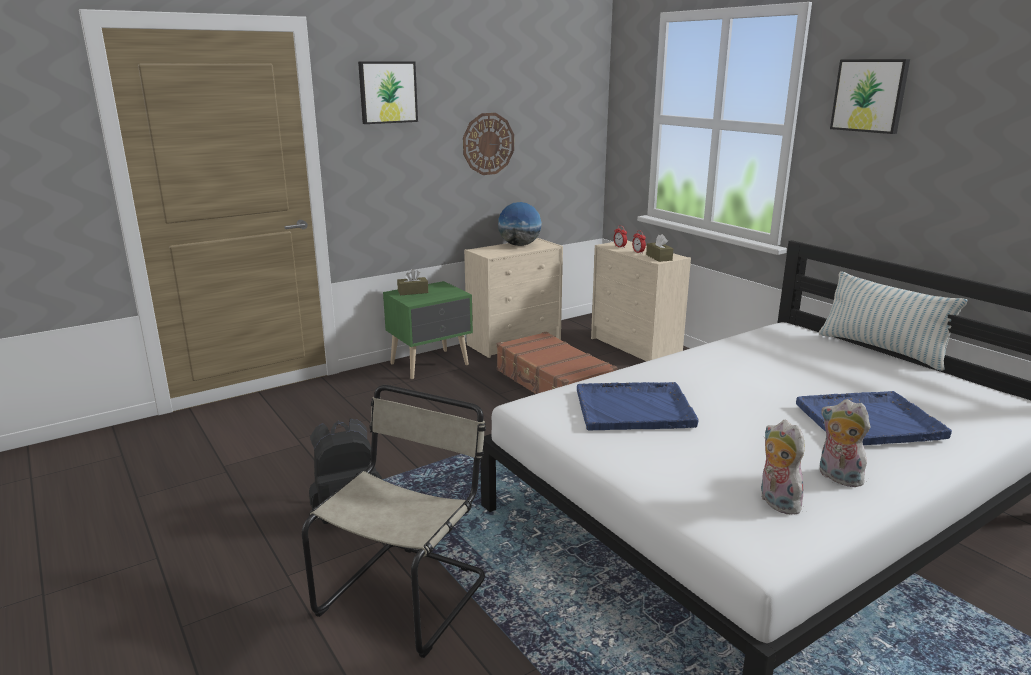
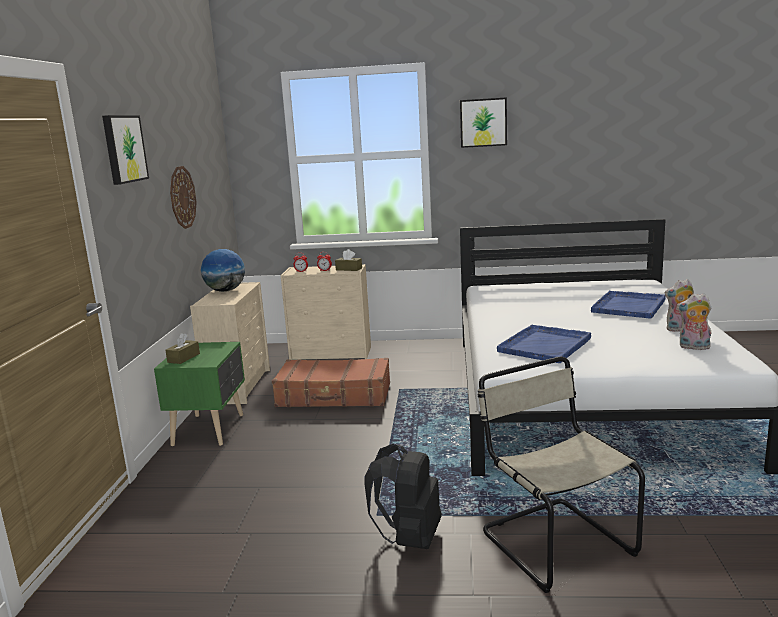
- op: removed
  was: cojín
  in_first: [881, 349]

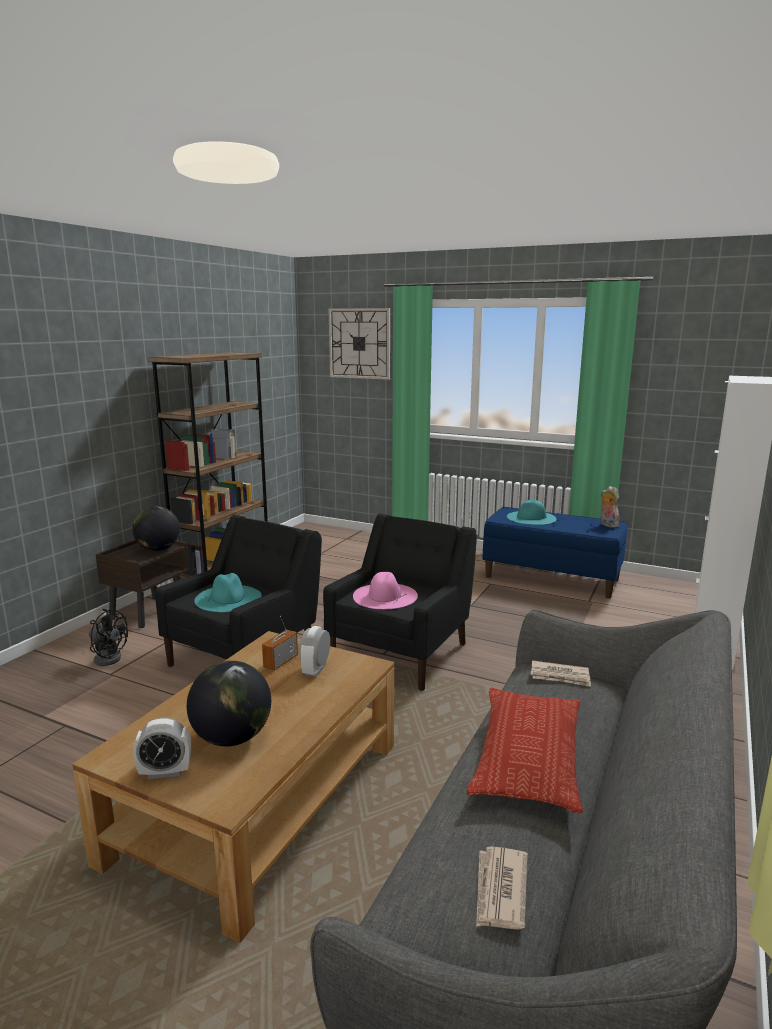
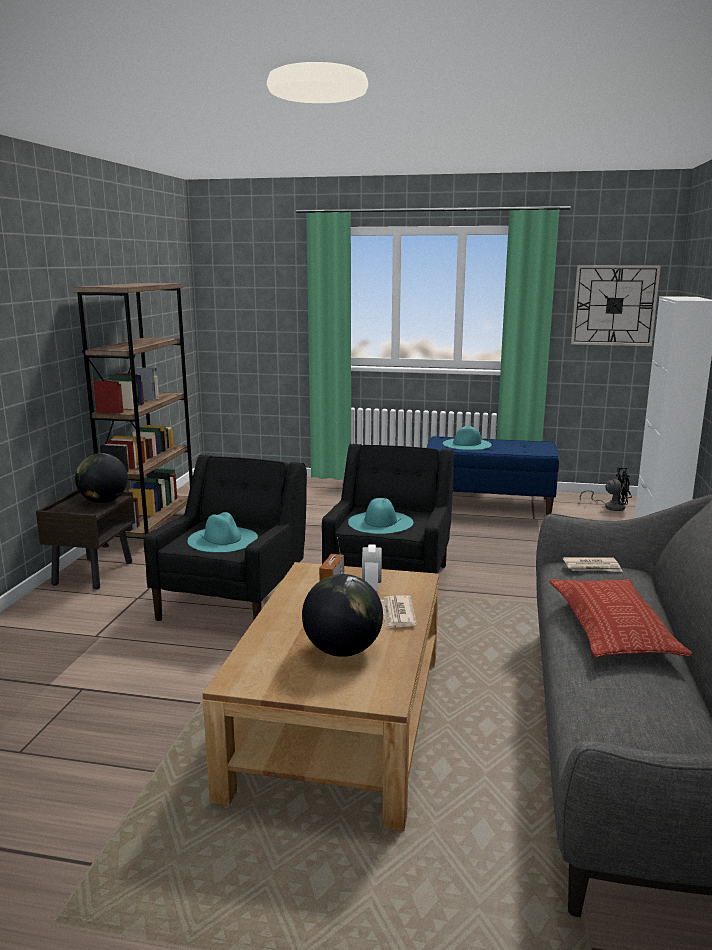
- op: removed
  was: despertador
  in_first: [165, 772]
- op: removed
  was: peluche
  in_first: [607, 525]
- op: moved
  was: ventilador/negro
  in_first: [108, 657]
  in_second: [610, 506]
- op: moved
  was: reloj de pared
  in_first: [359, 343]
  in_second: [614, 305]
- op: moved
  was: periódico
  in_first: [500, 890]
  in_second: [397, 614]
- op: recoloured
  was: sombrero/rosa
  now: sombrero/turquesa
  in_first: [385, 596]
  in_second: [380, 522]

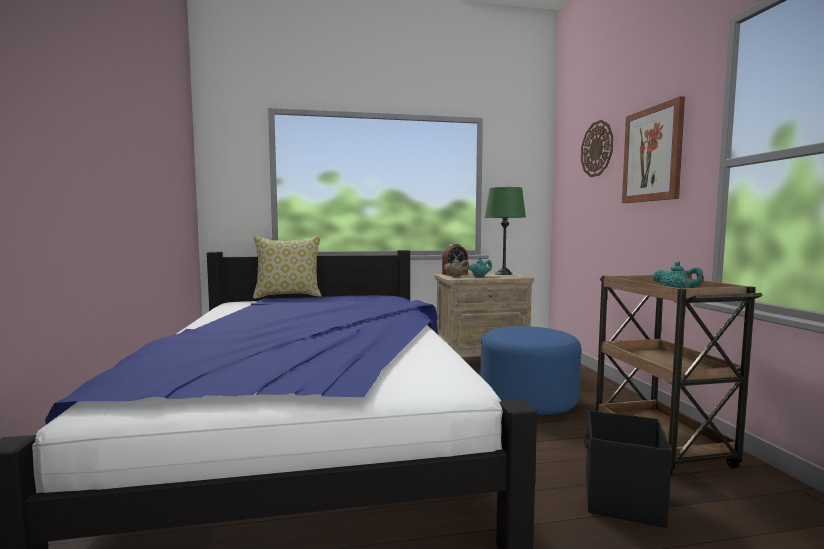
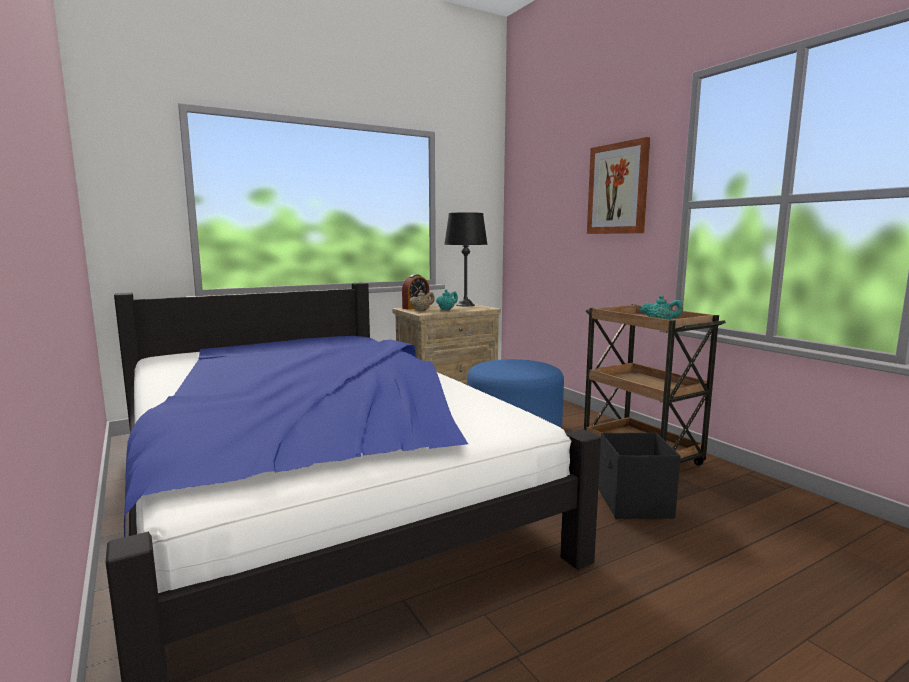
- op: removed
  was: cojín
  in_first: [288, 296]
- op: removed
  was: reloj de pared
  in_first: [597, 149]
- op: recoloured
  was: lámpara de mesa/verde
  now: lámpara de mesa/negro
  in_first: [503, 274]
  in_second: [465, 305]

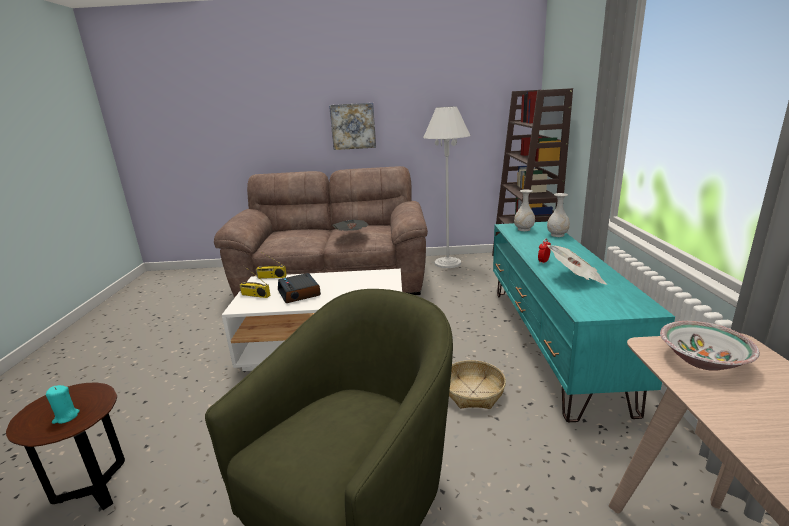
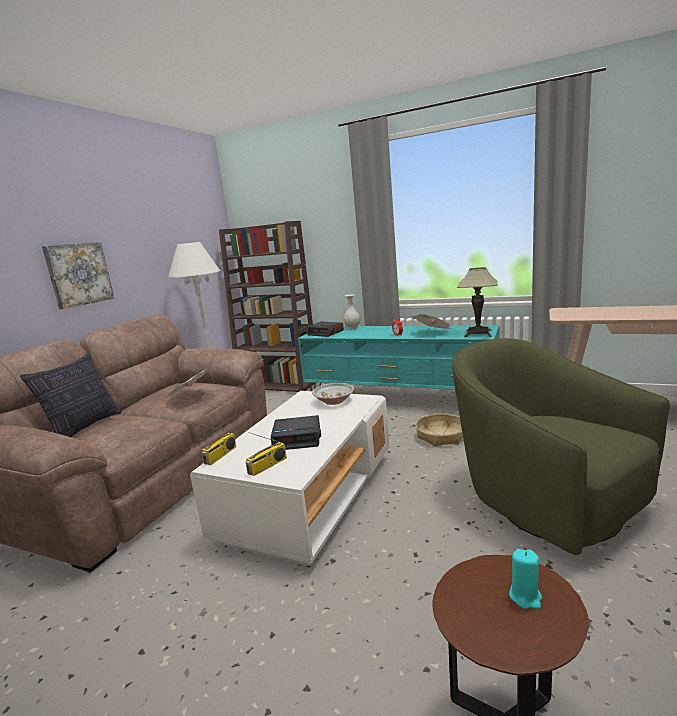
- op: added
  now: cojín
  in_second: [85, 428]
- op: added
  now: lámpara de mesa
  in_second: [478, 333]
- op: moved
  was: cuenco
  in_first: [703, 359]
  in_second: [334, 401]
- op: replaced
  was: florero/blanco
  now: despertador
  in_first: [524, 229]
  in_second: [326, 333]

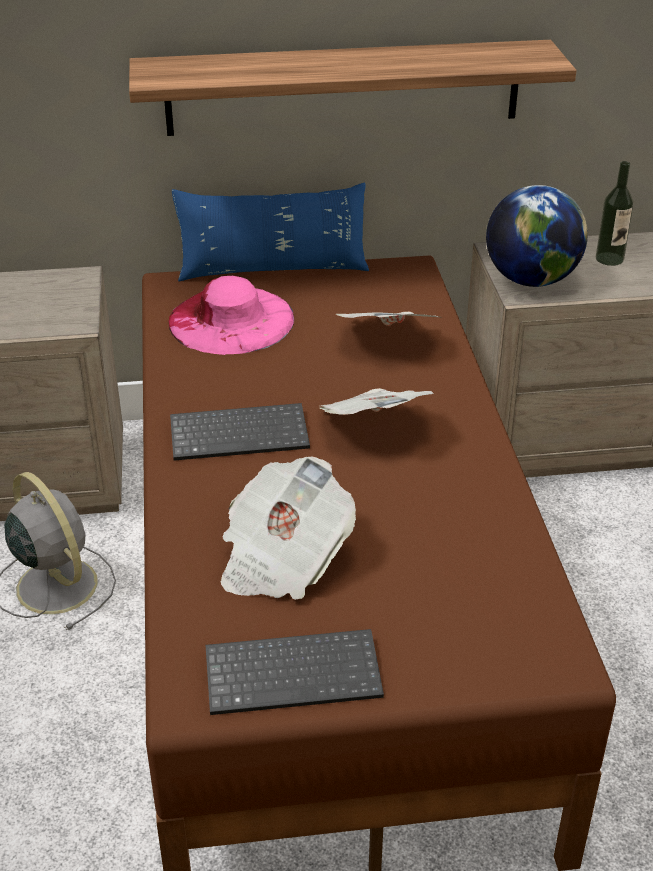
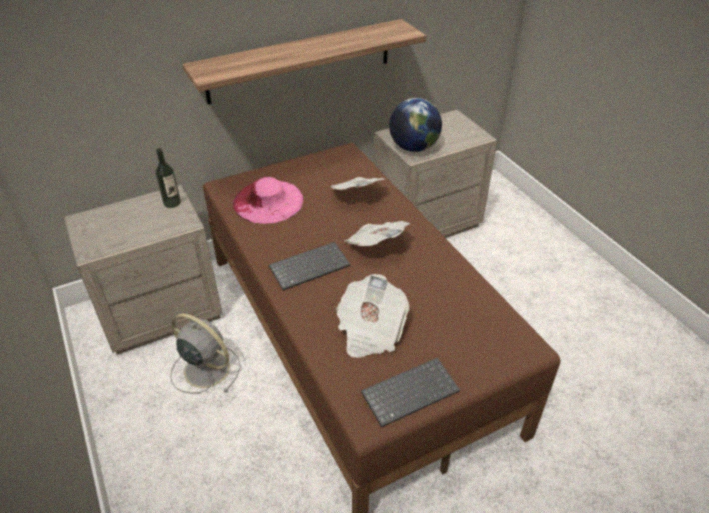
- op: removed
  was: cojín/azul
  in_first: [273, 270]
- op: moved
  was: botella
  in_first: [609, 259]
  in_second: [172, 203]

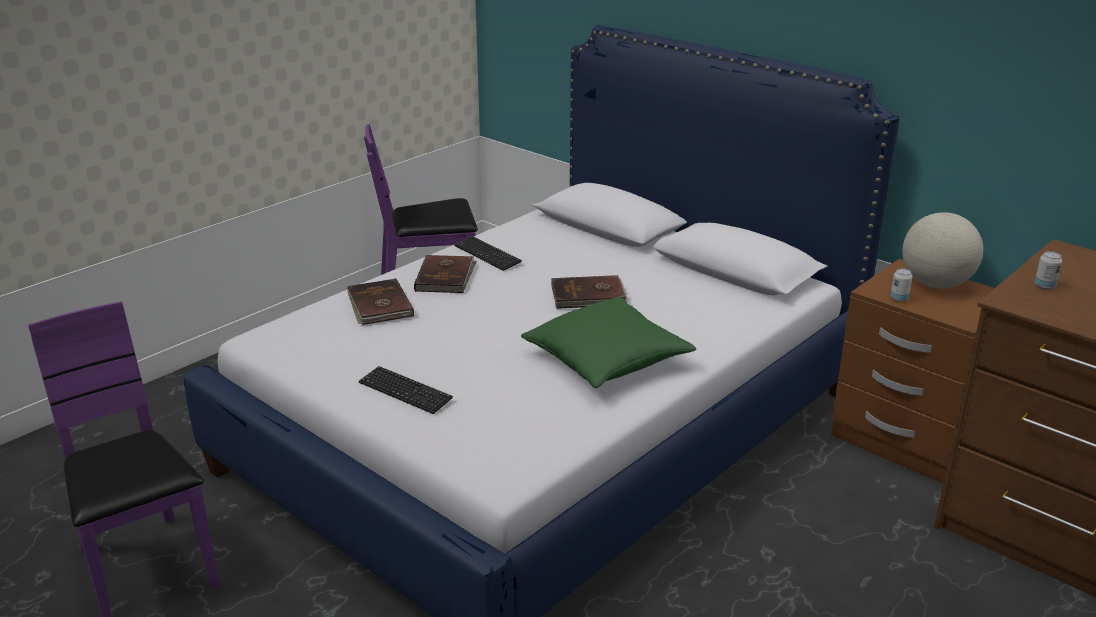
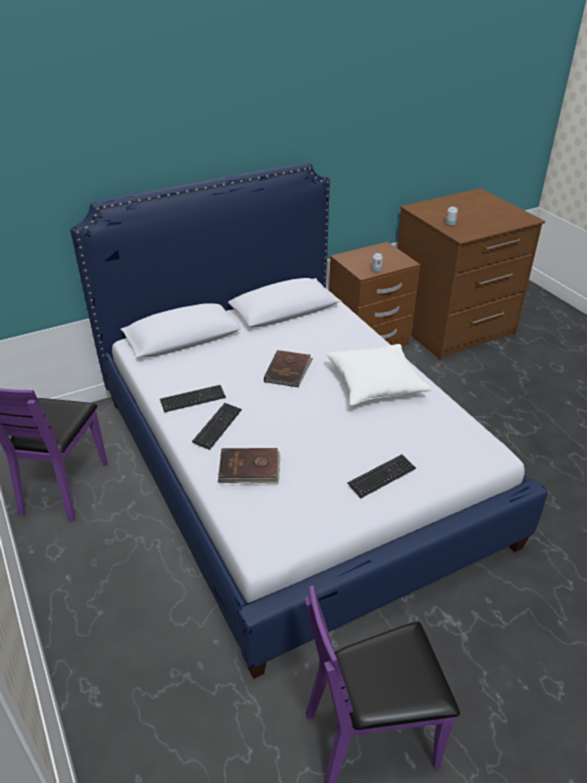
- op: removed
  was: globo terráqueo
  in_first: [936, 284]
- op: replaced
  was: libro/marrón
  now: teclado
  in_first: [445, 277]
  in_second: [217, 427]
- op: recoloured
  was: cojín/verde
  now: cojín/blanco
  in_first: [607, 360]
  in_second: [375, 384]

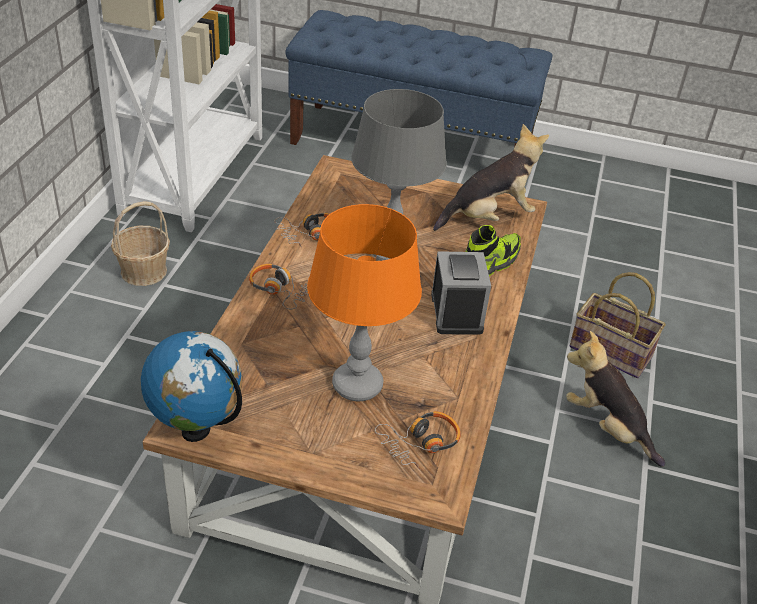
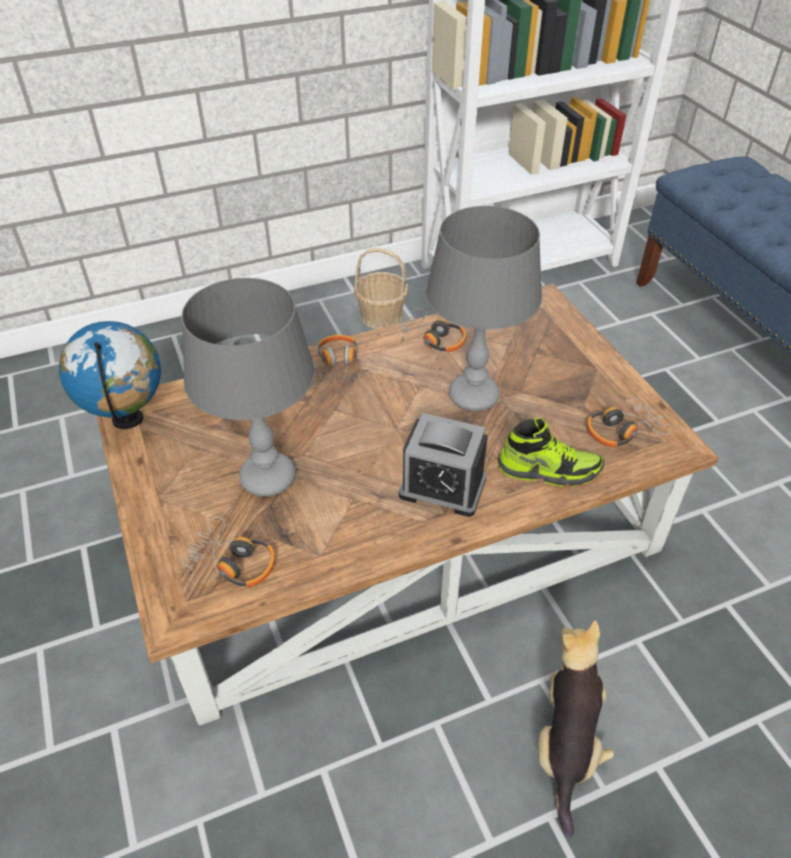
- op: removed
  was: cesta
  in_first: [613, 352]
- op: replaced
  was: peluche
  now: auriculares
  in_first: [489, 217]
  in_second: [622, 429]
- op: recoloured
  was: lámpara de mesa/naranja
  now: lámpara de mesa/gris
  in_first: [358, 385]
  in_second: [268, 478]
- op: turned
  was: despertador
  in_first: [456, 312]
  in_second: [442, 487]
  clockwise: 60

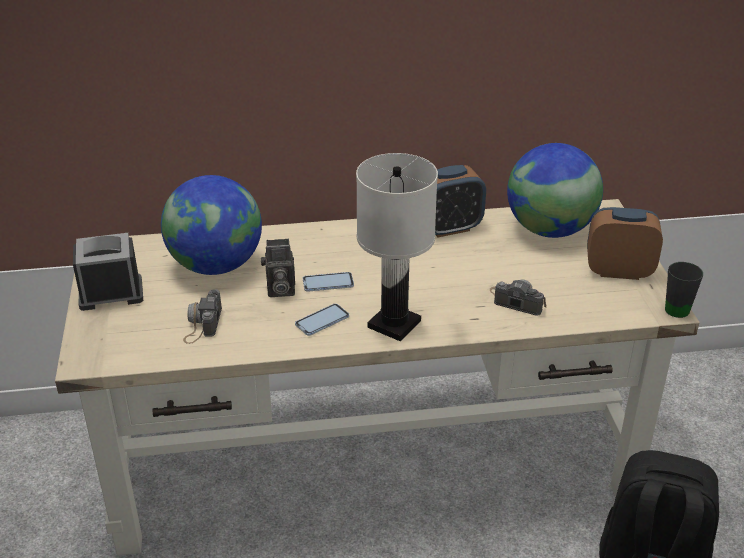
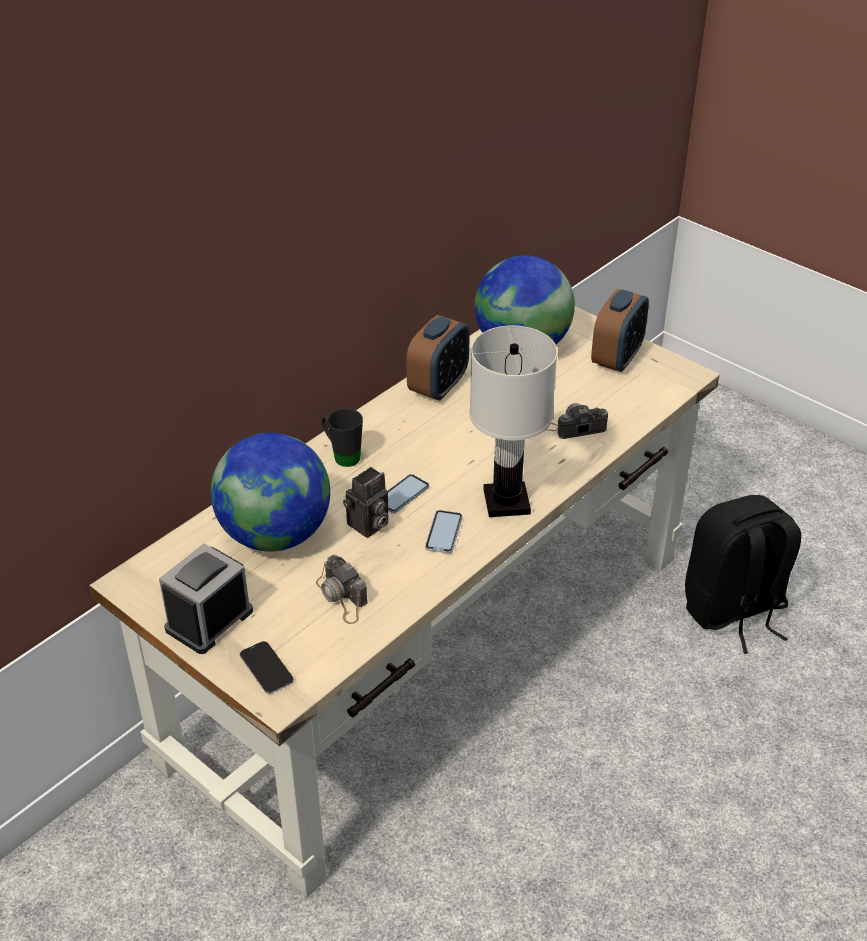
- op: added
  now: móvil
  in_second: [266, 668]
- op: moved
  was: taza grande/negro
  in_first: [674, 306]
  in_second: [342, 455]
- op: turned
  was: despertador
  in_first: [618, 271]
  in_second: [617, 358]
  clockwise: 150

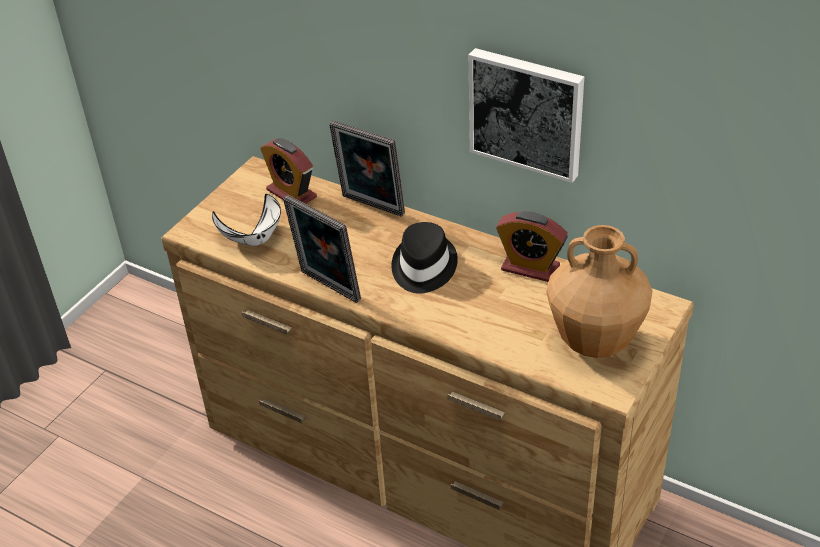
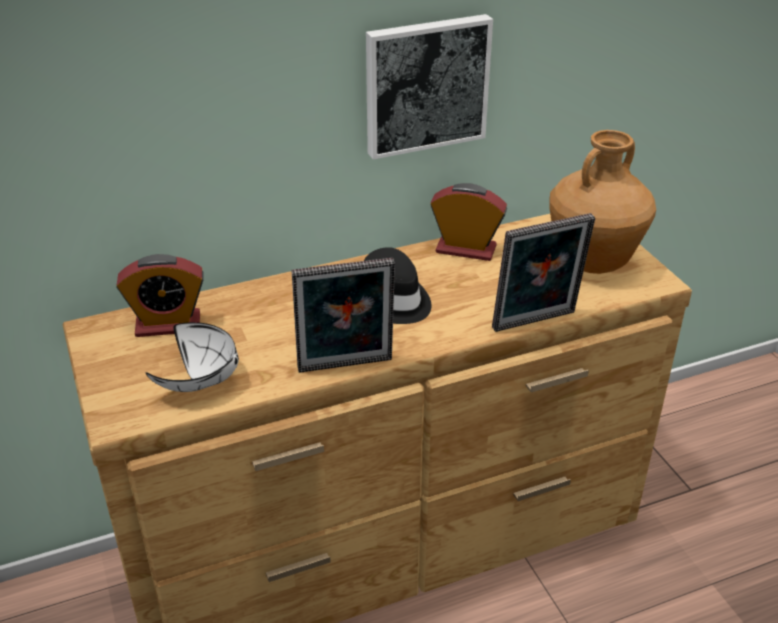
- op: moved
  was: portarretratos
  in_first: [371, 207]
  in_second: [536, 323]
- op: turned
  was: despertador
  in_first: [530, 268]
  in_second: [466, 249]
  clockwise: -135

